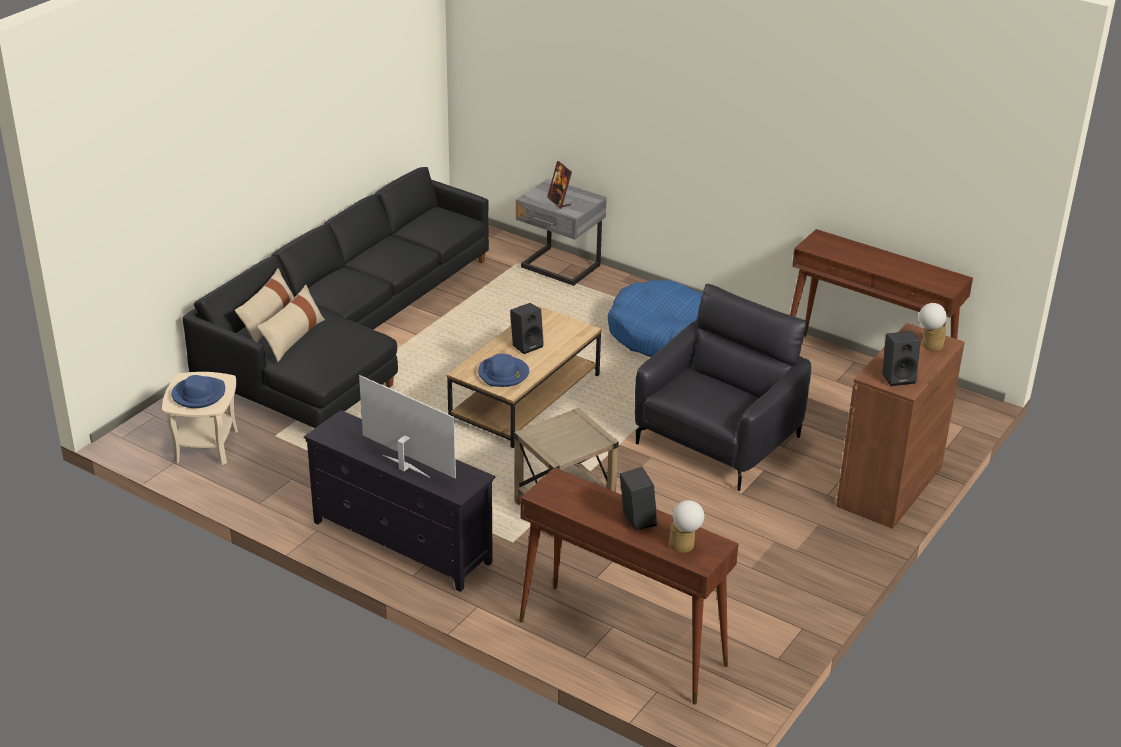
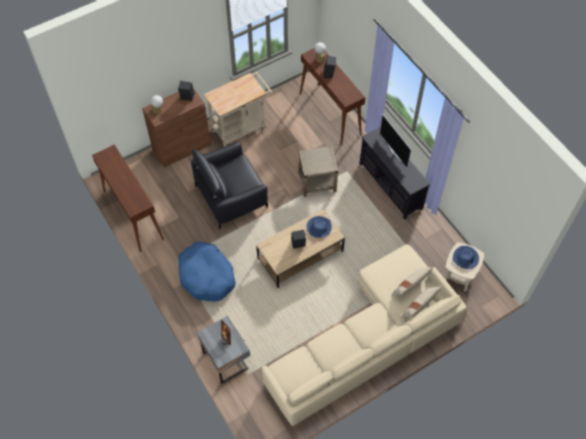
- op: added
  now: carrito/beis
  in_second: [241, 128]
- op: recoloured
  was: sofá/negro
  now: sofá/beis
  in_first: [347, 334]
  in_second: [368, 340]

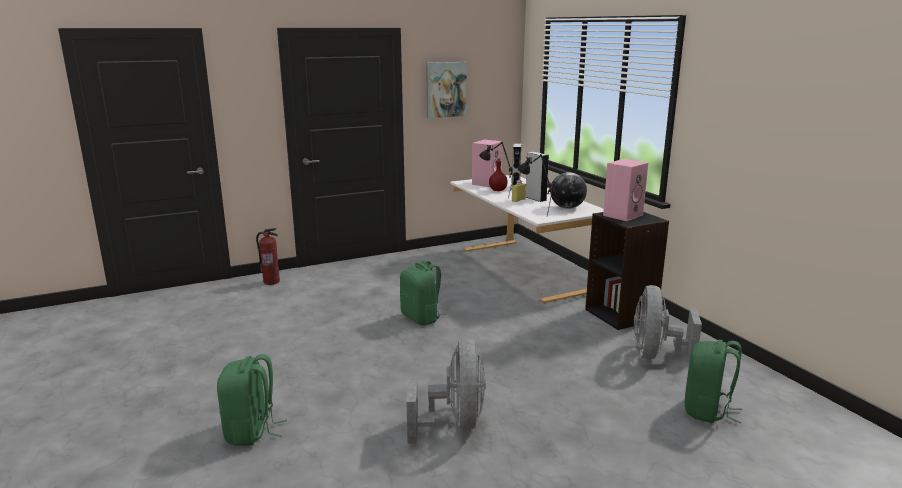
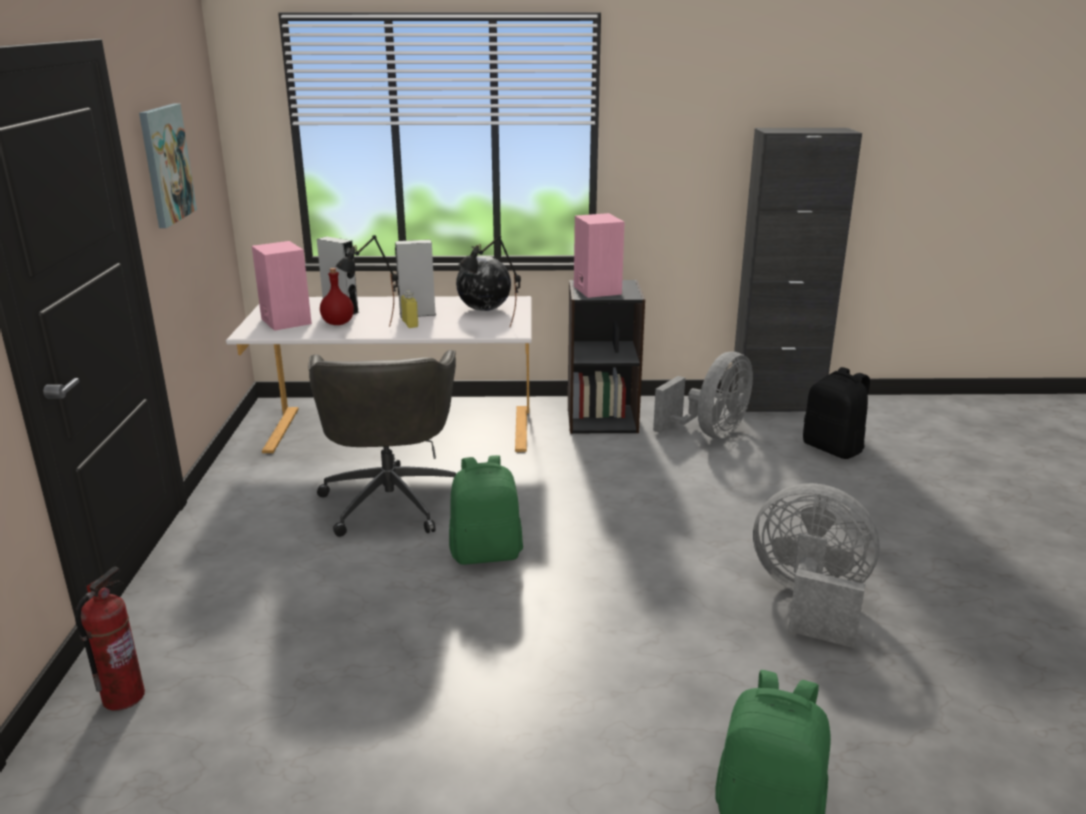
- op: added
  now: silla de oficina/gris
  in_second: [391, 499]
- op: added
  now: armario/negro
  in_second: [775, 405]
- op: recoloured
  was: mochila/verde
  now: mochila/negro
  in_first: [707, 410]
  in_second: [833, 448]
- op: turned
  was: ventilador/gris
  in_first: [656, 354]
  in_second: [710, 433]
  clockwise: -90

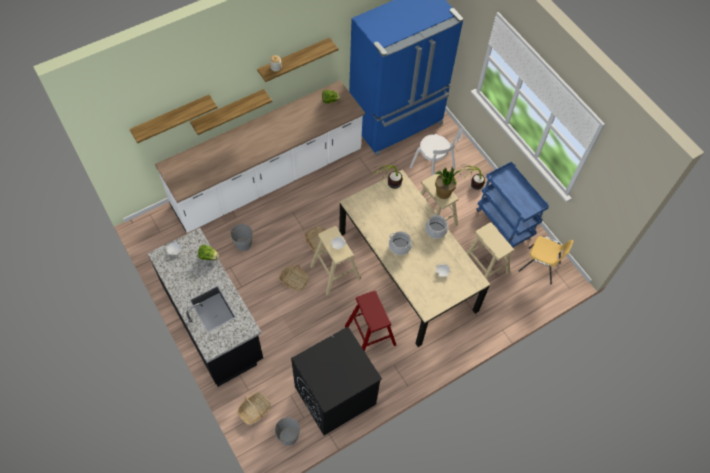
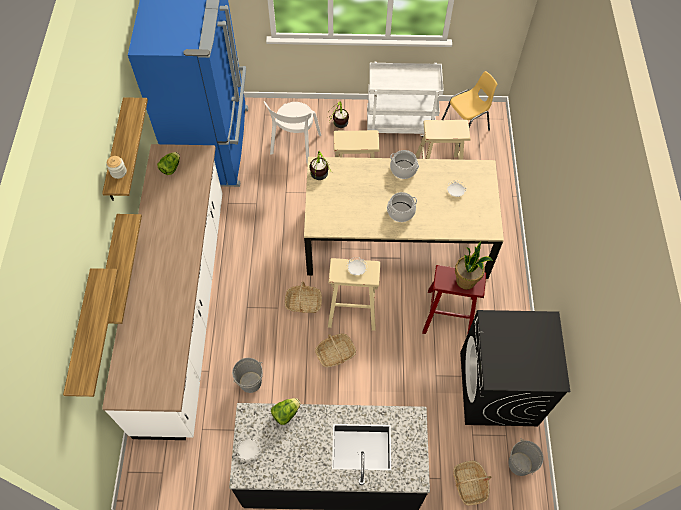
- op: moved
  was: planta en maceta
  in_first: [443, 193]
  in_second: [466, 281]
- op: recoloured
  was: carrito/azul
  now: carrito/blanco
  in_first: [505, 223]
  in_second: [400, 125]
- op: turned
  was: silla/blanco
  in_first: [433, 168]
  in_second: [295, 146]
  clockwise: 120

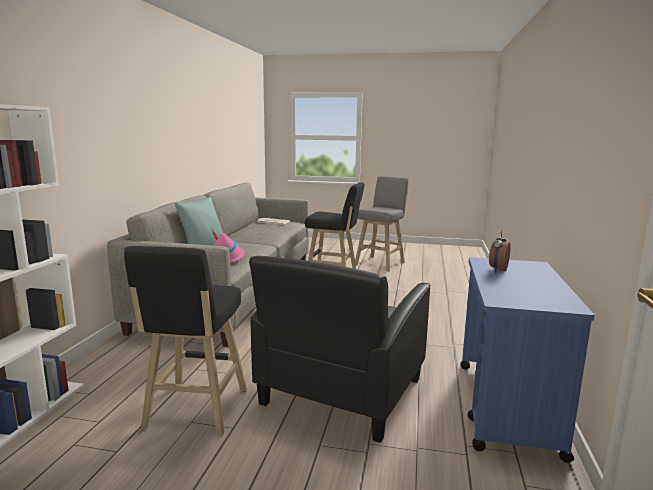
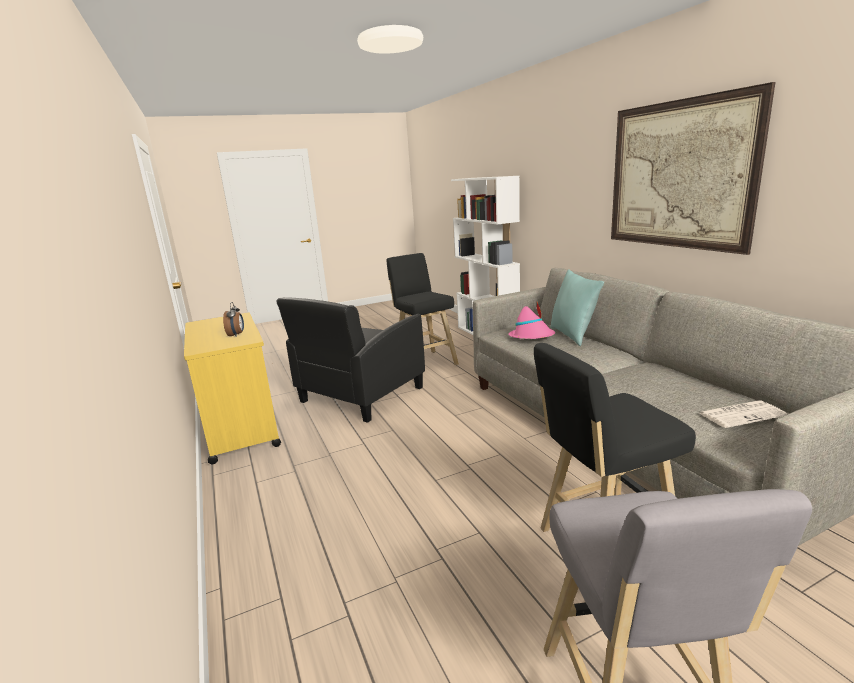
- op: added
  now: cuadro
  in_second: [678, 175]
- op: recoloured
  was: carrito/azul
  now: carrito/amarillo
  in_first: [507, 408]
  in_second: [241, 427]
- op: turned
  was: sillón/negro
  in_first: [341, 392]
  in_second: [360, 395]
  clockwise: -135

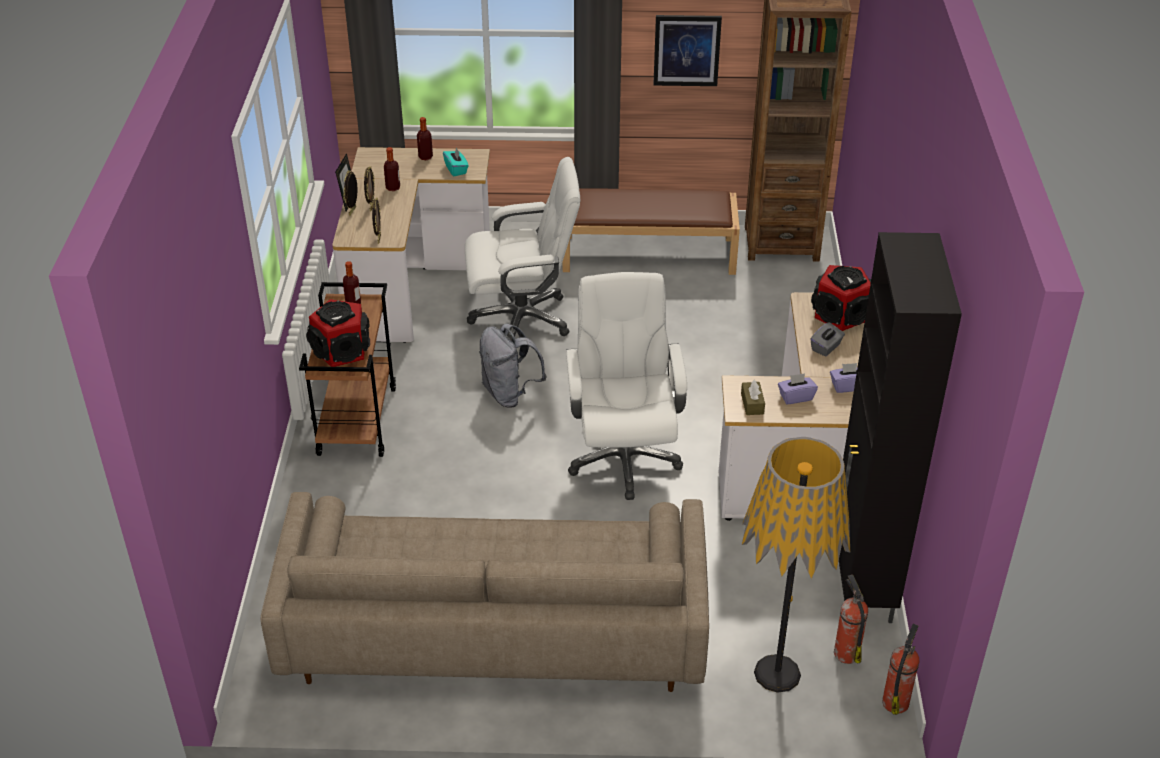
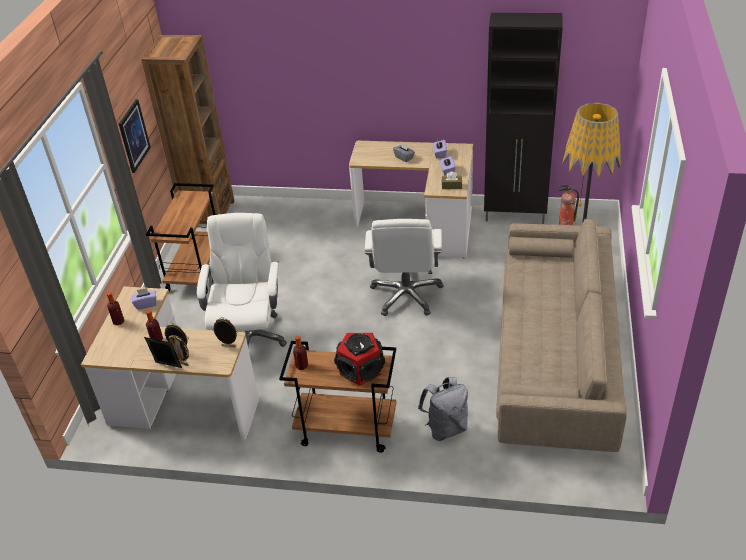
- op: removed
  was: altavoz
  in_first: [840, 315]
- op: removed
  was: extintor
  in_first: [896, 701]
- op: moved
  was: mochila/gris
  in_first: [510, 394]
  in_second: [445, 428]
- op: replaced
  was: banco/marrón
  now: carrito/marrón
  in_first: [650, 254]
  in_second: [196, 271]
- op: recoloured
  was: caja de pañuelos/turquesa
  now: caja de pañuelos/morado
  in_first: [456, 169]
  in_second: [146, 304]
- op: turned
  was: silla de oficina/blanco
  in_first: [623, 457]
  in_second: [406, 295]
  clockwise: -90

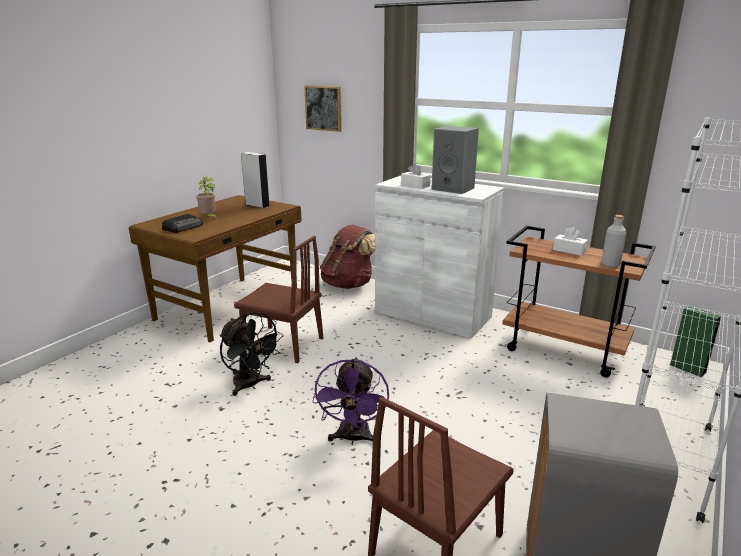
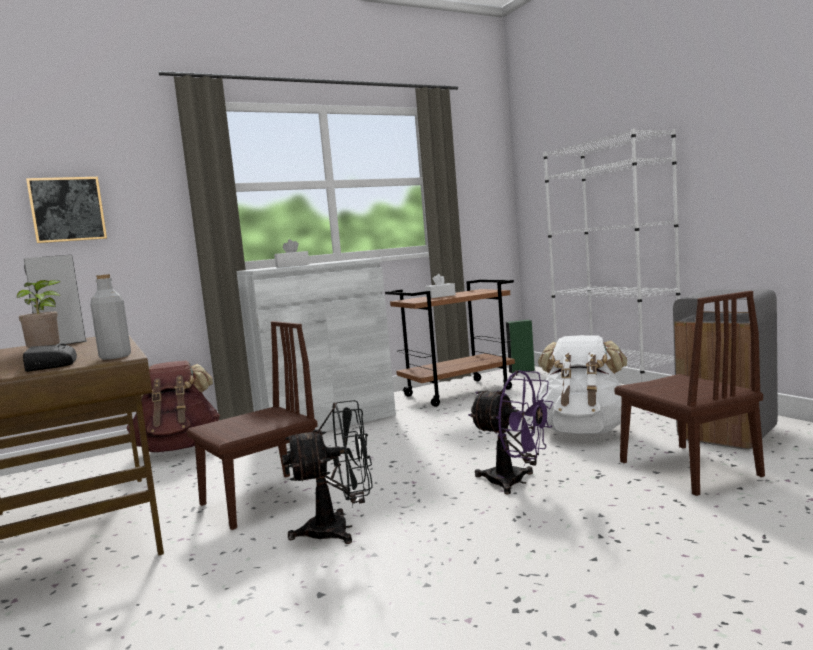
- op: removed
  was: altavoz/gris
  in_first: [454, 189]
- op: added
  now: mochila/blanco
  in_second: [583, 431]
- op: moved
  was: botella/gris
  in_first: [610, 264]
  in_second: [115, 357]

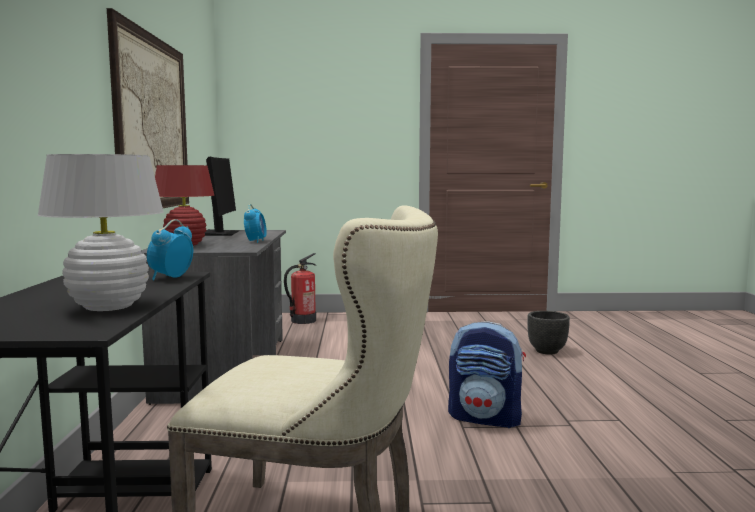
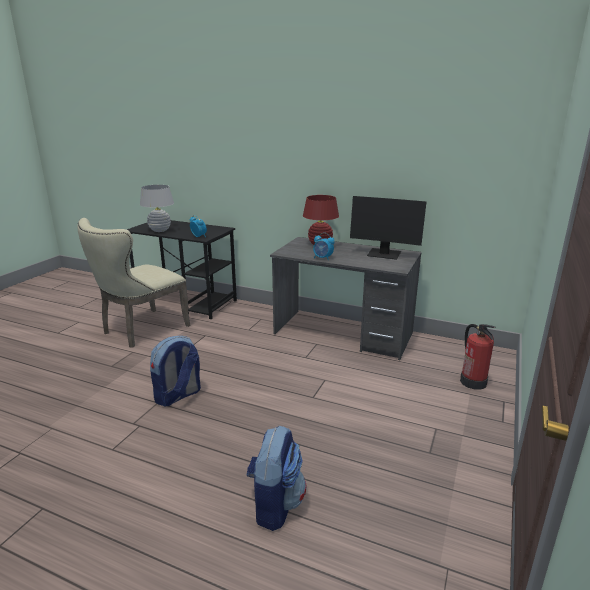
- op: removed
  was: cuadro
  in_first: [153, 123]
- op: replaced
  was: maceta/negro
  now: mochila
  in_first: [547, 351]
  in_second: [275, 504]

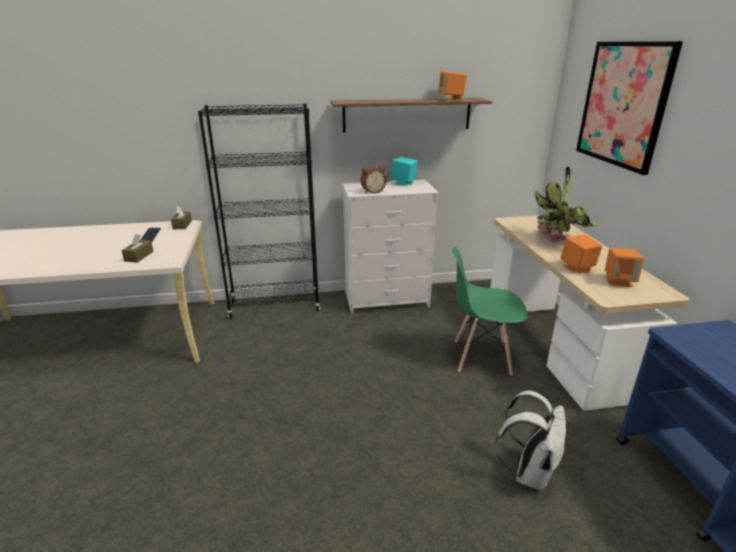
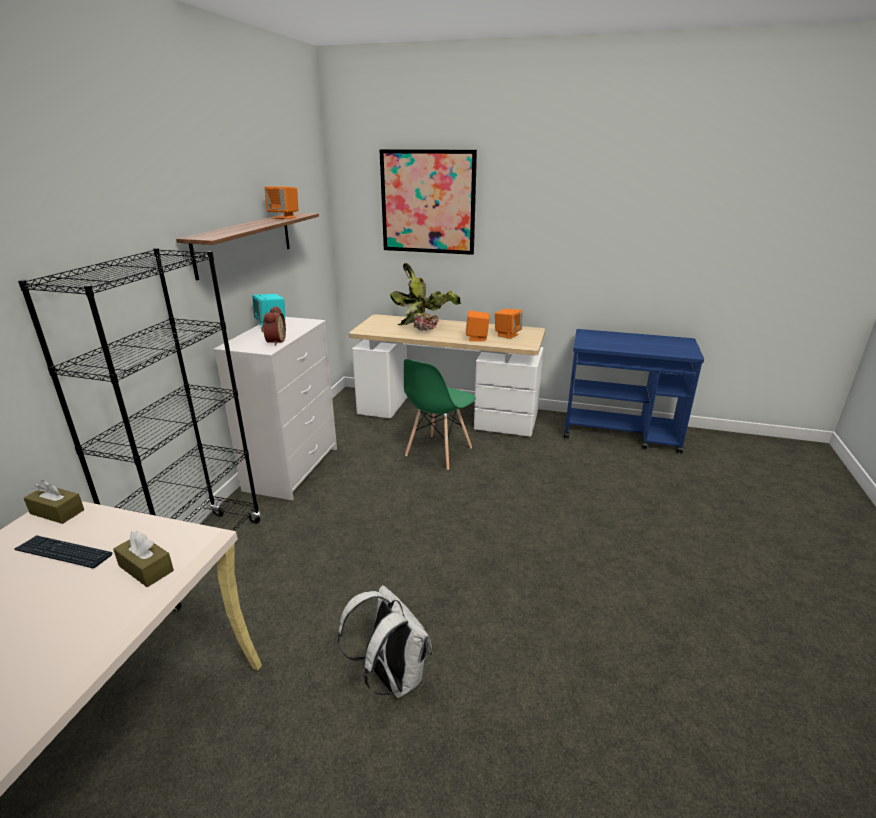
- op: moved
  was: mochila/blanco
  in_first: [529, 472]
  in_second: [391, 677]

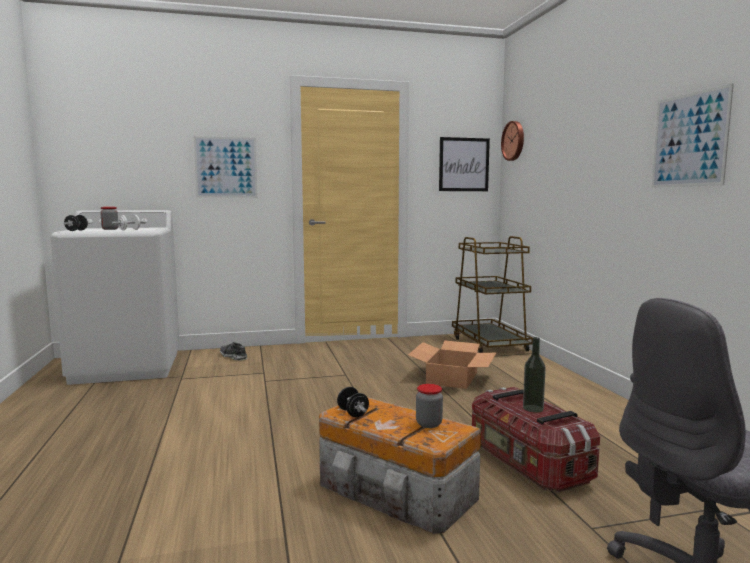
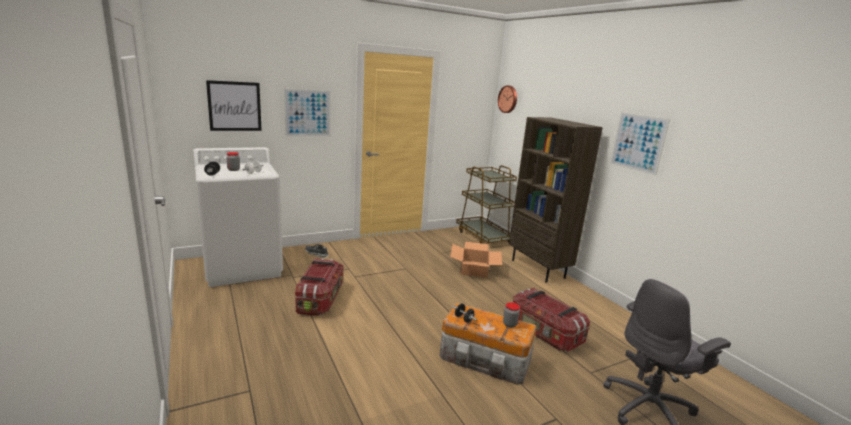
- op: removed
  was: botella
  in_first: [533, 408]
- op: added
  now: caja de almacenaje
  in_second: [320, 299]
- op: added
  now: estantería/marrón
  in_second: [538, 269]
- op: moved
  was: cuadro
  in_first: [464, 164]
  in_second: [234, 106]

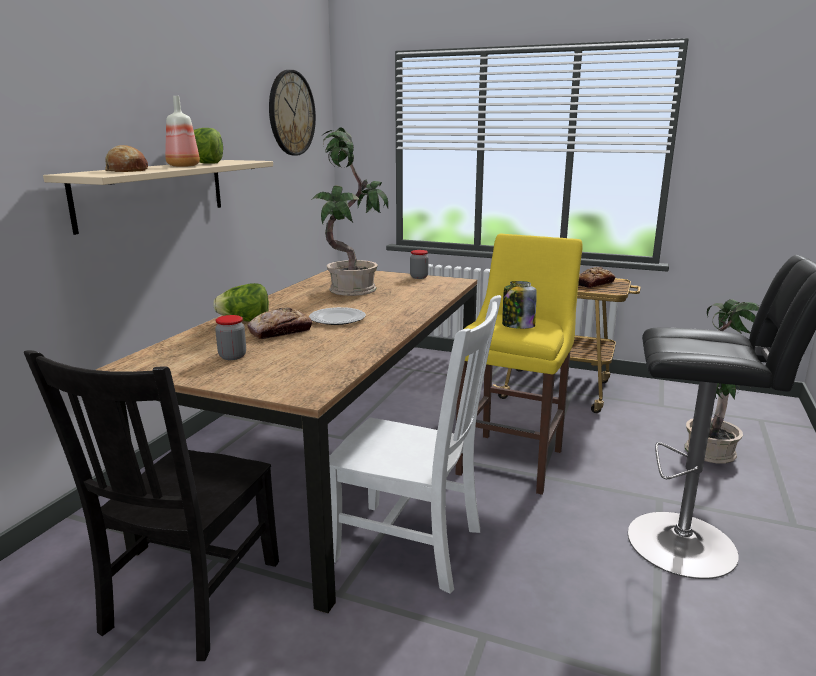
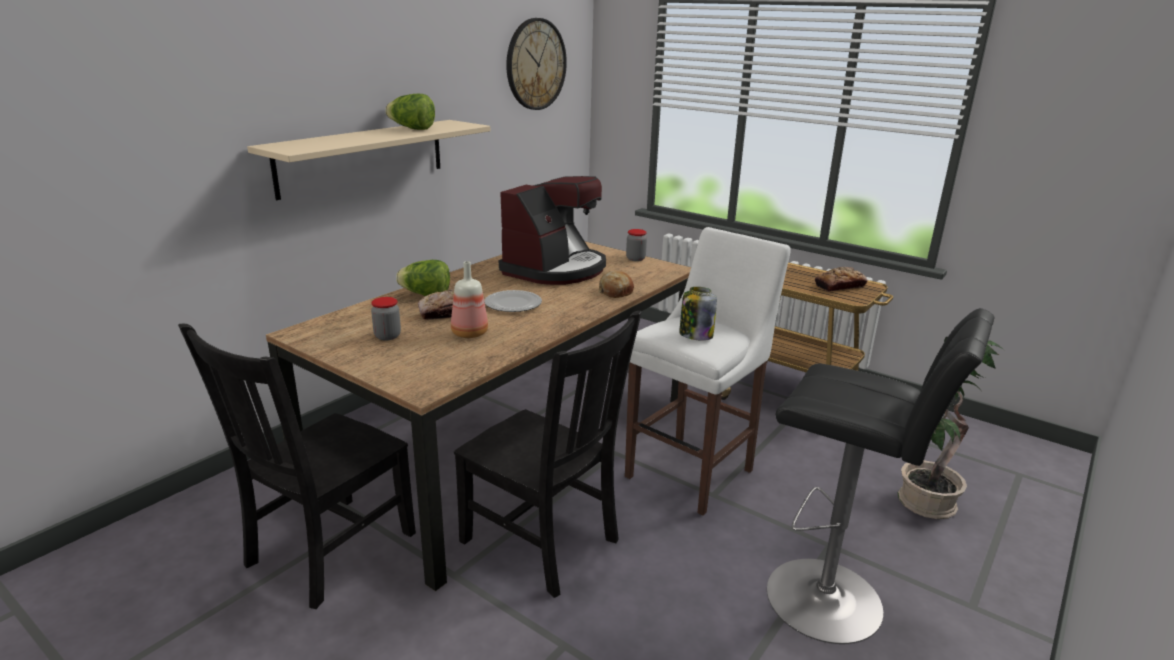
- op: moved
  was: pan
  in_first: [126, 170]
  in_second: [615, 292]
- op: moved
  was: botella
  in_first: [183, 166]
  in_second: [469, 334]
- op: replaced
  was: planta en maceta
  now: cafetera
  in_first: [354, 290]
  in_second: [555, 269]
- op: recoloured
  was: silla/blanco
  now: silla/negro
  in_first: [412, 546]
  in_second: [543, 543]
- op: recoloured
  was: taburete/amarillo
  now: taburete/blanco
  in_first: [513, 459]
  in_second: [694, 471]

